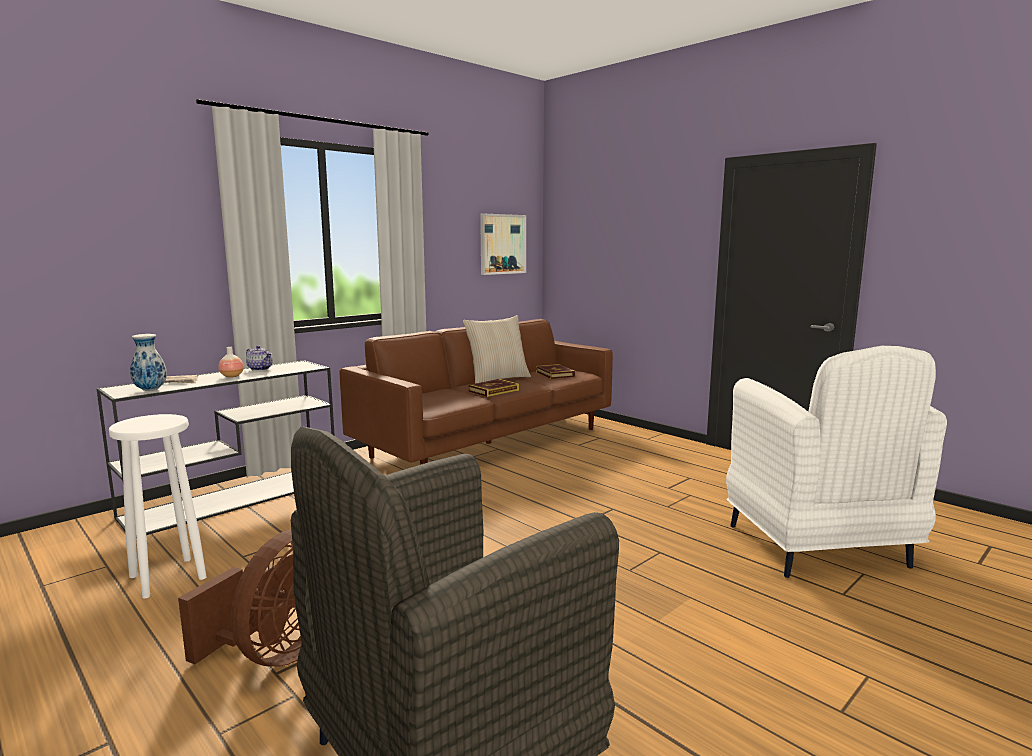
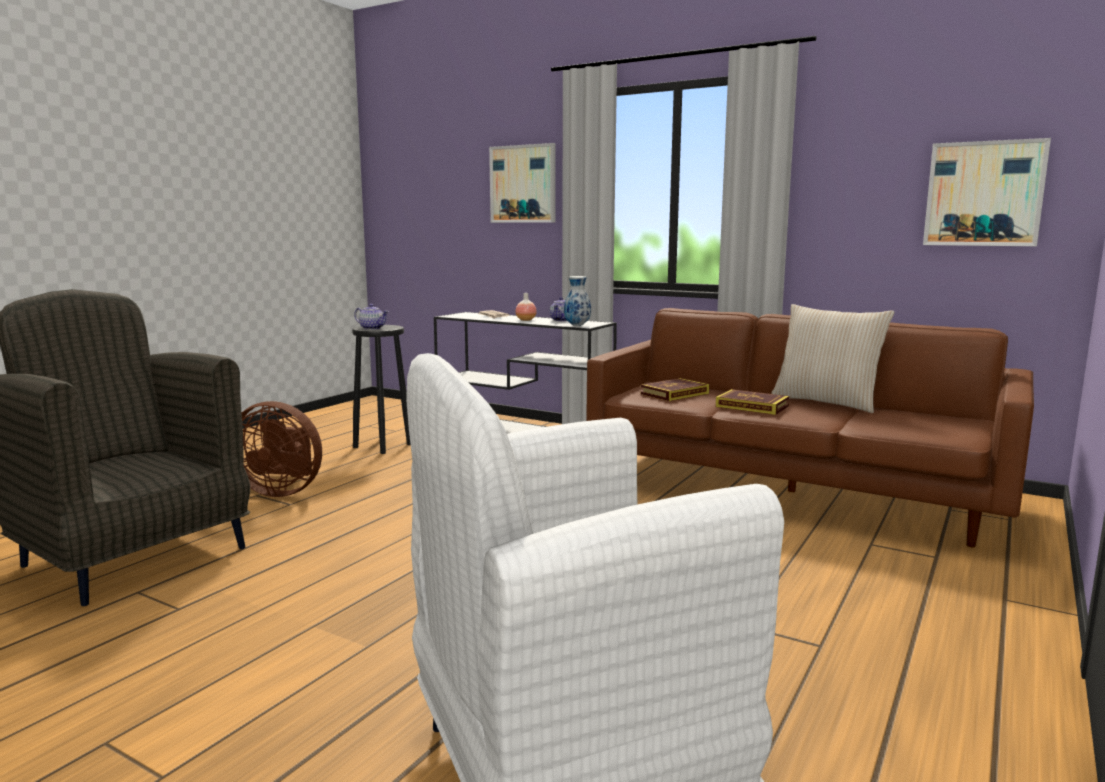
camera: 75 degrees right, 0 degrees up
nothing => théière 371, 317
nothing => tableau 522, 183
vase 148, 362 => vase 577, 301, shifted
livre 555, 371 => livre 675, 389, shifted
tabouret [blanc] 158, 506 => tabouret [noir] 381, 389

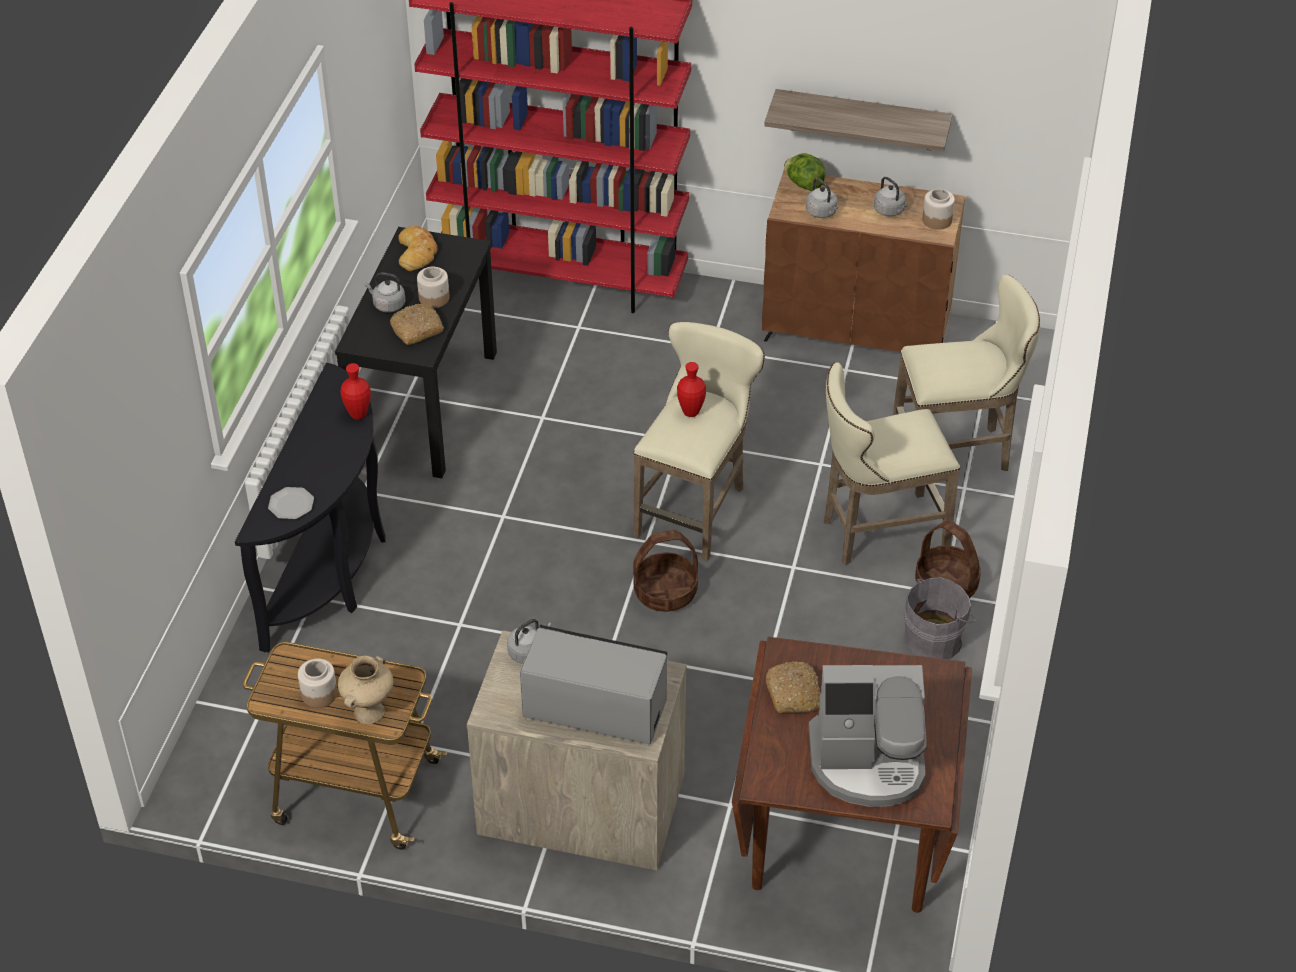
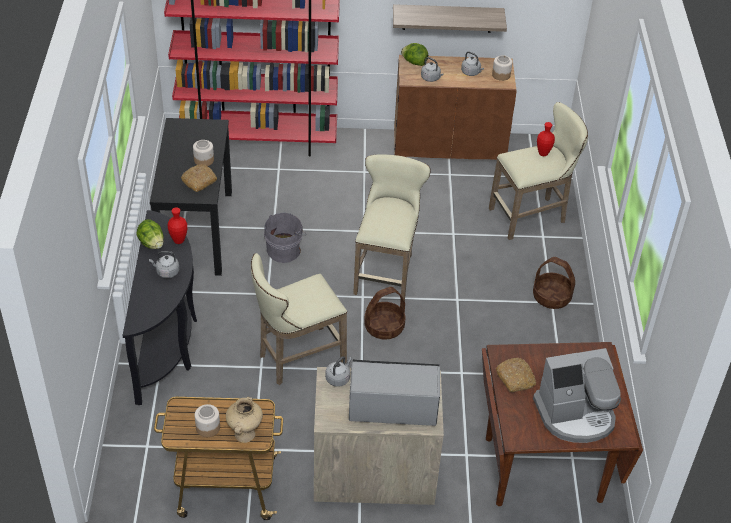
camera: 15 degrees left, 0 degrees up
assiette 291, 503 => nothing
pain 417, 248 => nothing
nothing => laitue 150, 234
bouilloire [gris] 385, 292 => bouilloire [gris] 164, 264, shifted
vase [rouge] 691, 389 => vase [rouge] 546, 139, shifted
tabouret [beige] 892, 463 => tabouret [beige] 299, 319, shifted
seau [gris] 940, 618 => seau [gris] 285, 238, shifted

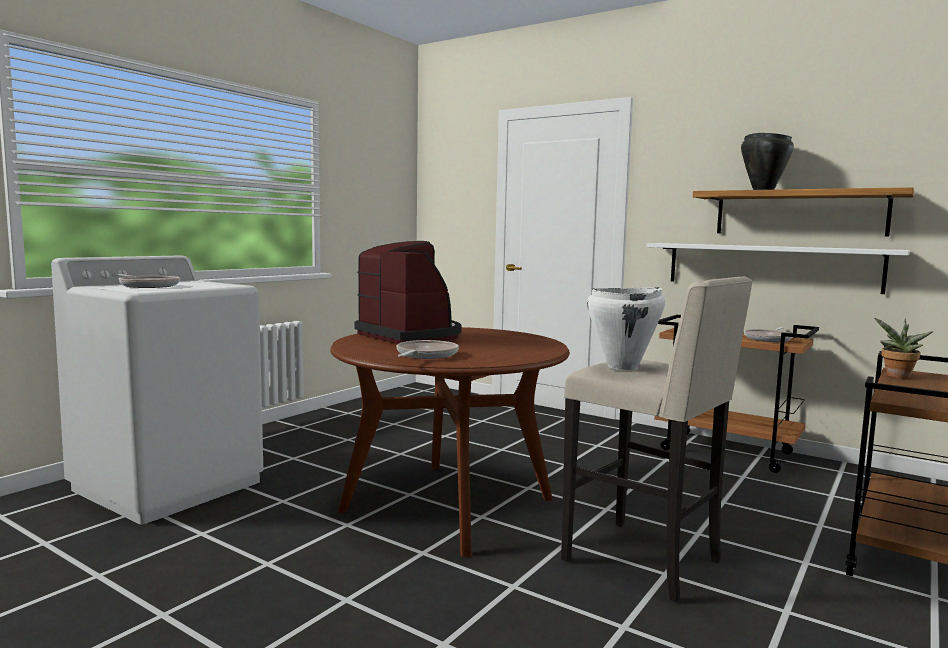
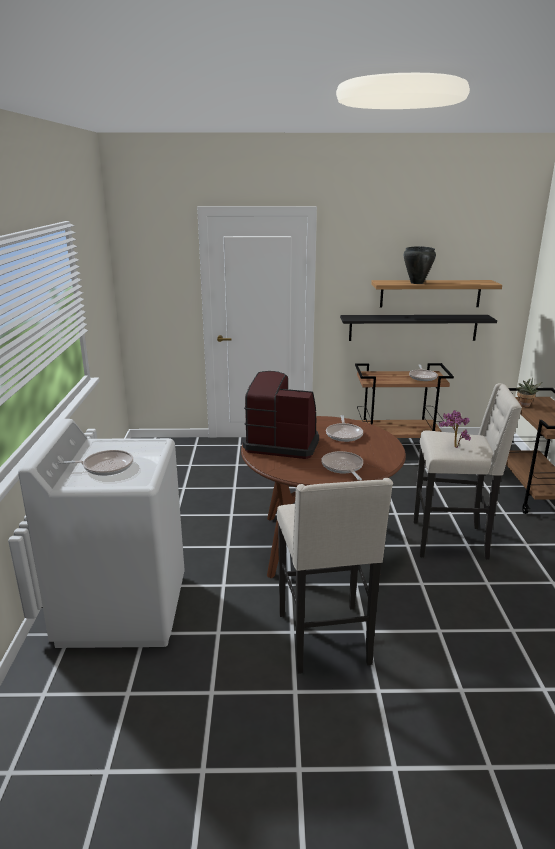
camera: 35 degrees left, 15 degrees up
nothing => tabouret [beige] 335, 576
nothing => poêle 344, 428
marmite [blanc] 626, 328 => plante en pot 455, 429
étagère [blanc] 778, 268 => étagère [noir] 418, 328

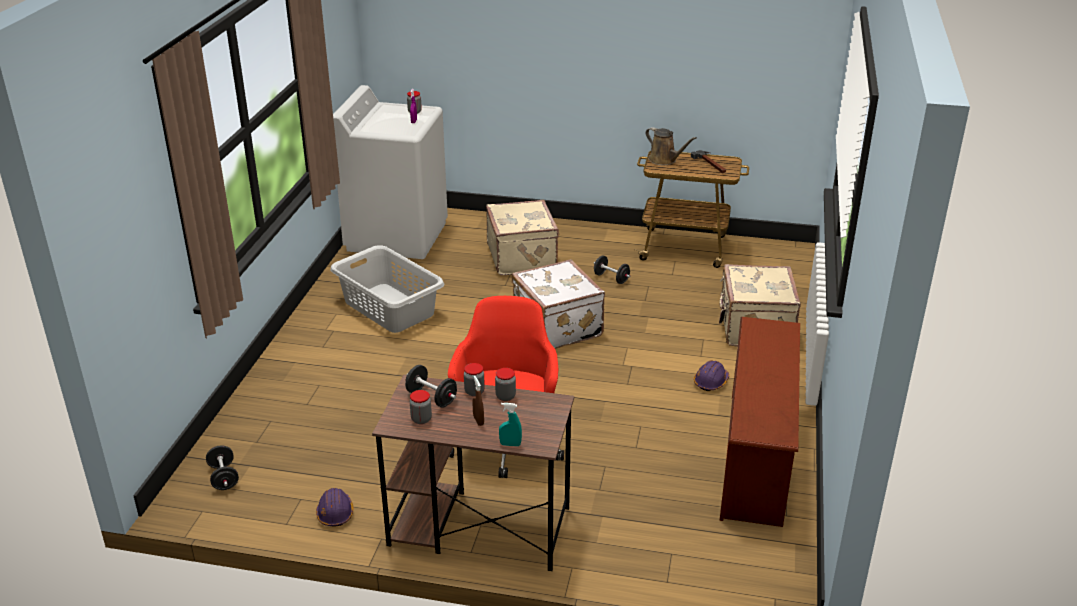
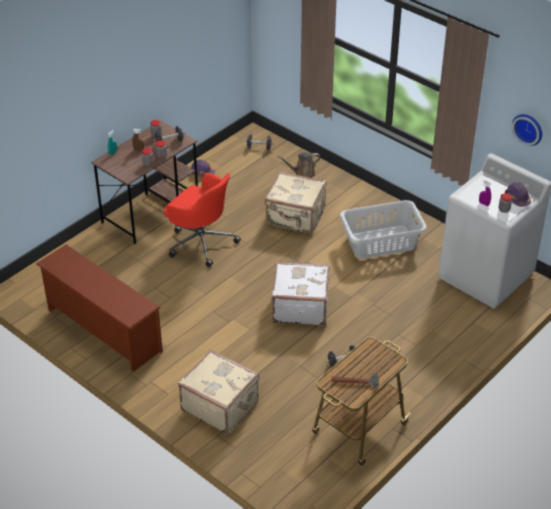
camera: 120 degrees right, 10 degrees up
nothing => horloge murale 527, 130
valise [beige] 522, 237 => valise [beige] 296, 202, shifted
arrosoir [marron] 671, 146 => arrosoir [marron] 299, 165, shifted
casque de chantier [violet] 711, 375 => casque de chantier [violet] 518, 195, shifted

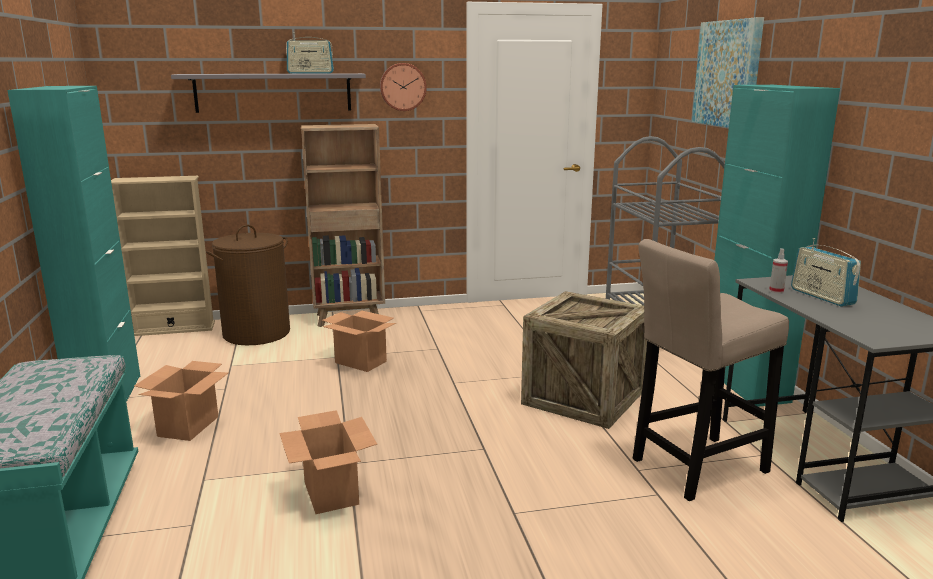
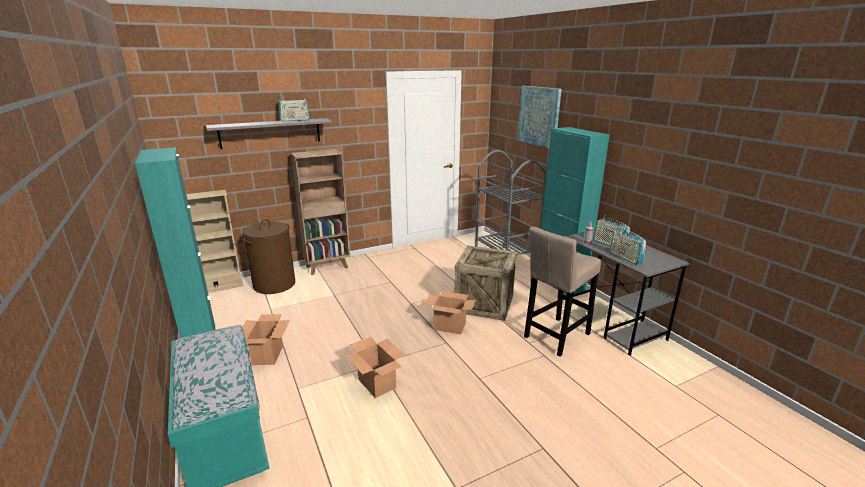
camera: 15 degrees left, 5 degrees up
horloge murale 403, 87 => nothing
nothing => radio 627, 245
carton 359, 341 => carton 450, 312, shifted

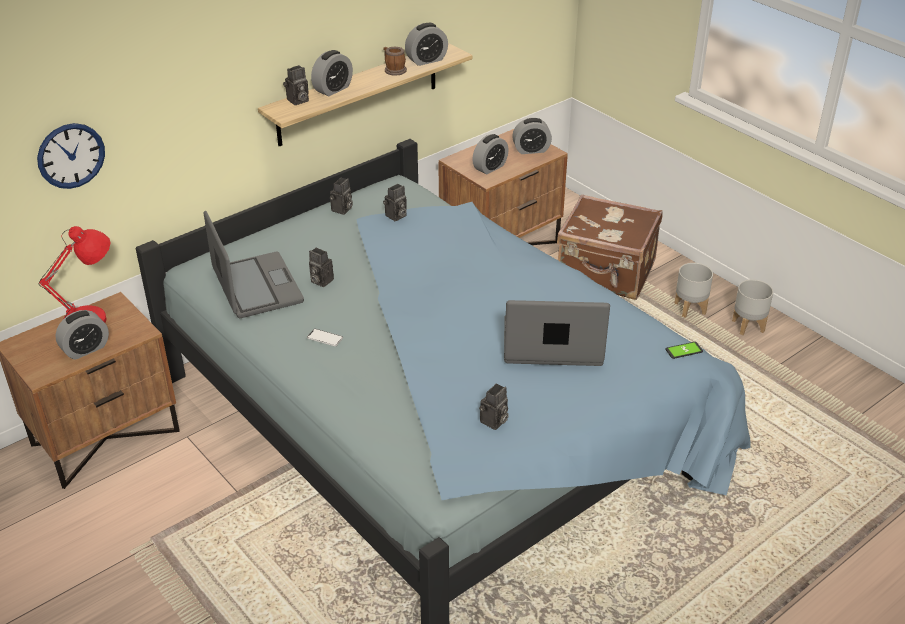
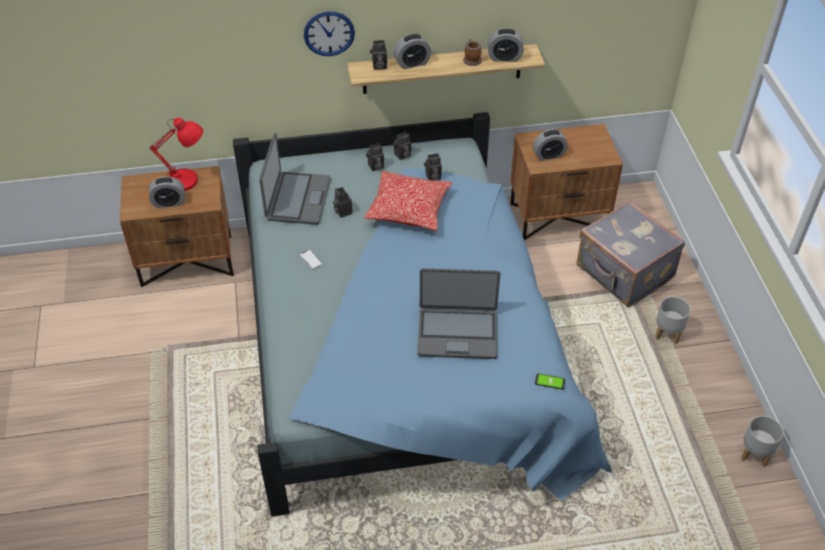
camera: 30 degrees right, 10 degrees up
réveil 532, 136 => nothing
nothing => coussin 408, 201
horloge murale 71, 156 => horloge murale 329, 34, shifted
appareil photo 494, 407 => appareil photo 375, 157, shifted
cache-pot [gris] 752, 307 => cache-pot [gris] 762, 441, shifted
valise [marron] 610, 247 => valise [gris] 630, 254
ordinateur portable 557, 333 => ordinateur portable 459, 313, 150 degrees clockwise

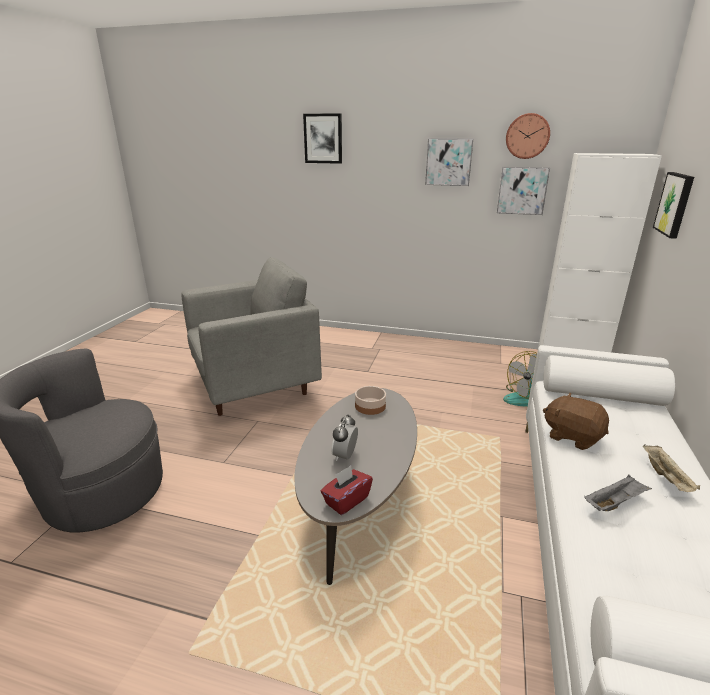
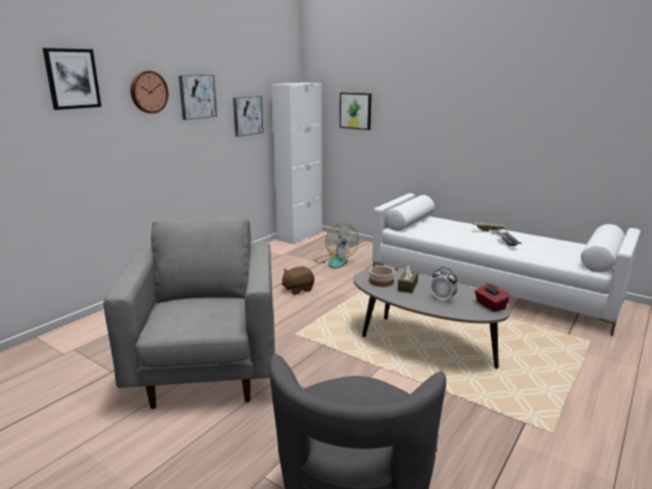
camera: 70 degrees left, 5 degrees down
nothing => boîte à mouchoirs [marron] 408, 279
horloge murale 528, 136 => horloge murale 149, 92, shifted
peluche [marron] 576, 421 => peluche [marron] 298, 280, shifted

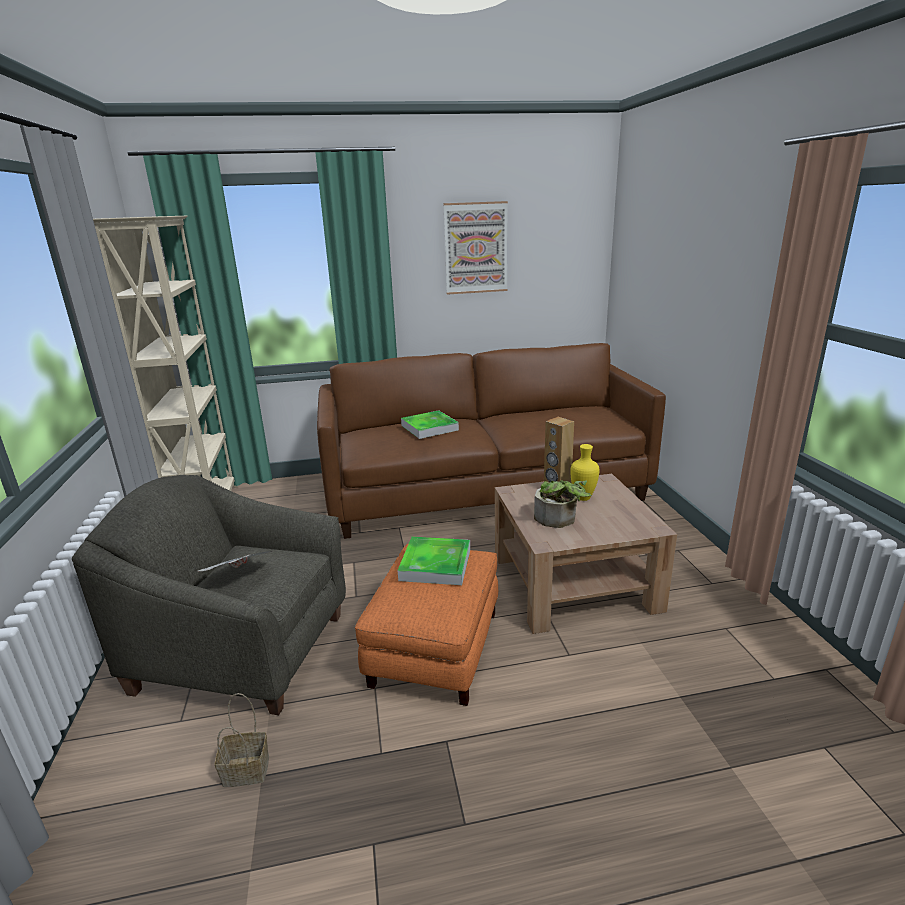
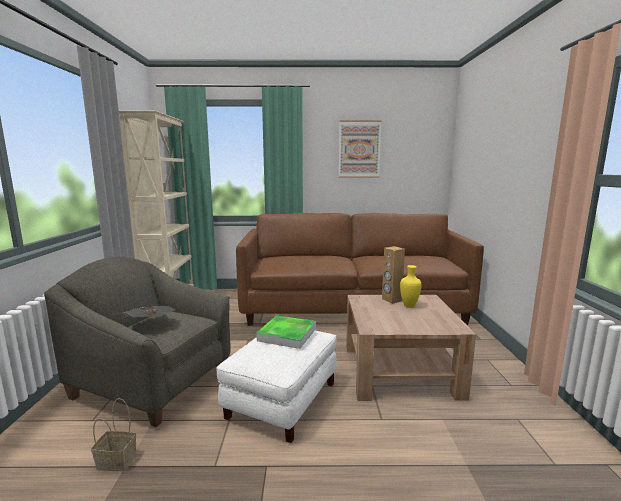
camera: 10 degrees right, 10 degrees down
plateau 430, 424 => nothing
plante en pot 563, 504 => nothing
pouf [orange] 426, 624 => pouf [blanc] 276, 387

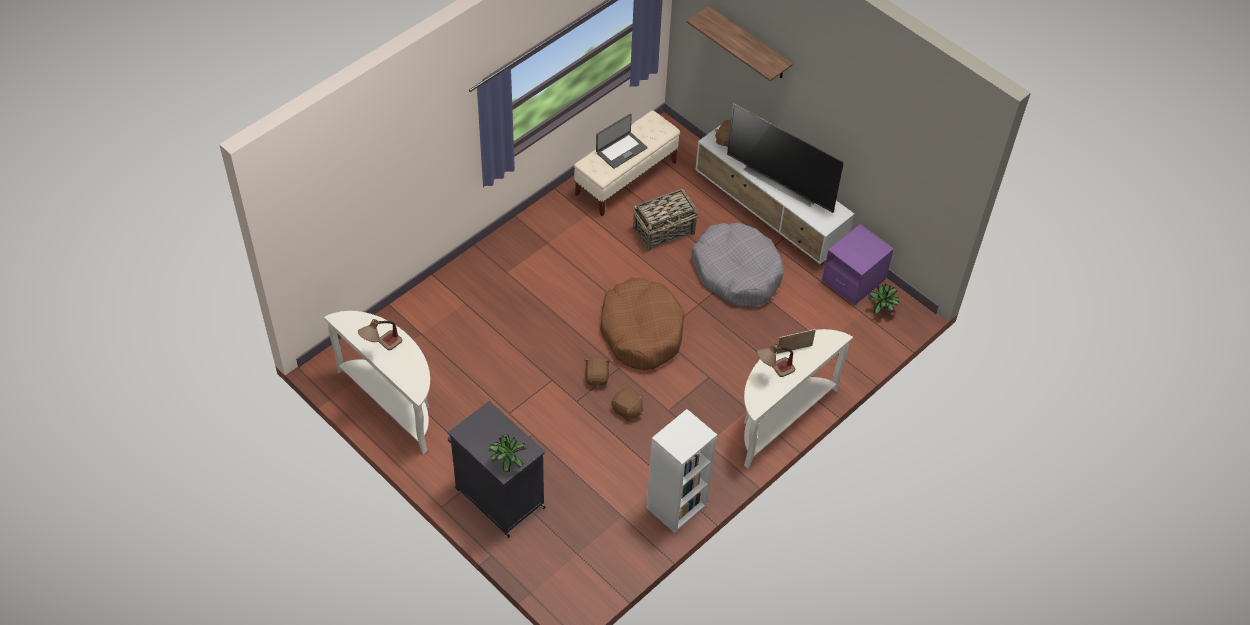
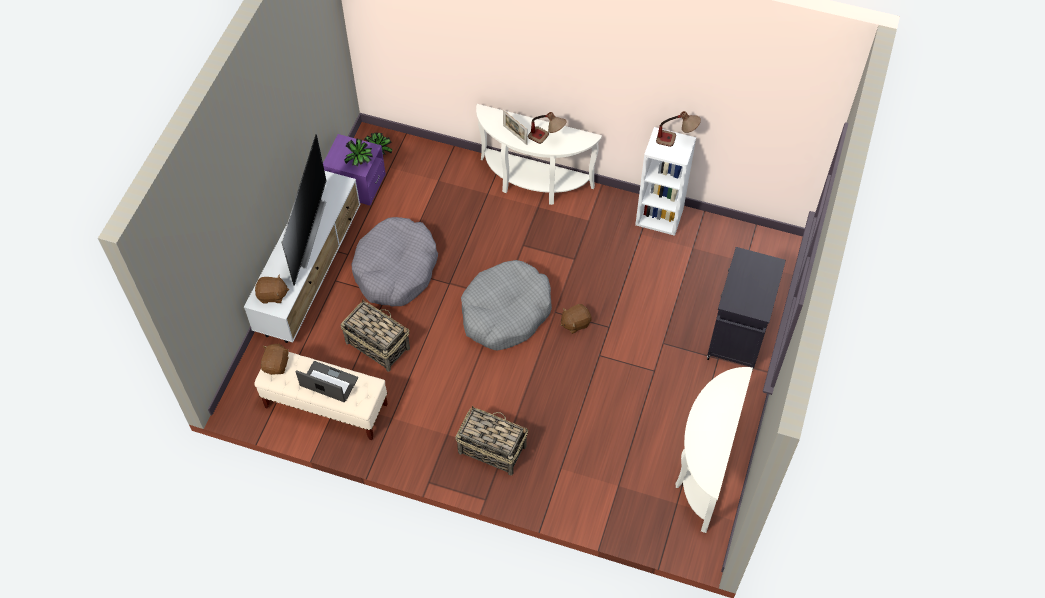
camera: 115 degrees left, 5 degrees up
étagère 739, 43 => nothing
nothing => panier 491, 441
lampe de table 380, 334 => lampe de table 678, 129, shifted
plante en pot 508, 453 => plante en pot 359, 152, shifted
peluche [marron] 627, 405 => peluche [marron] 275, 359, shifted
panier pour chien [marron] 642, 323 => panier pour chien [gris] 506, 305

